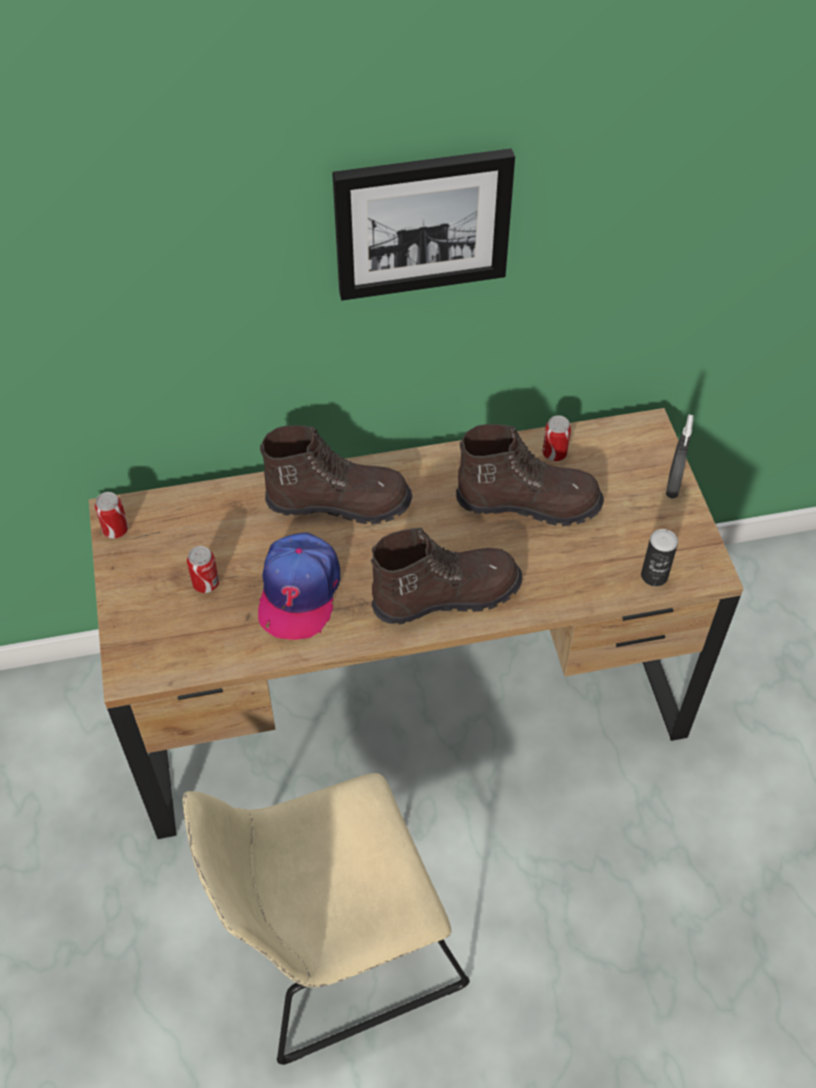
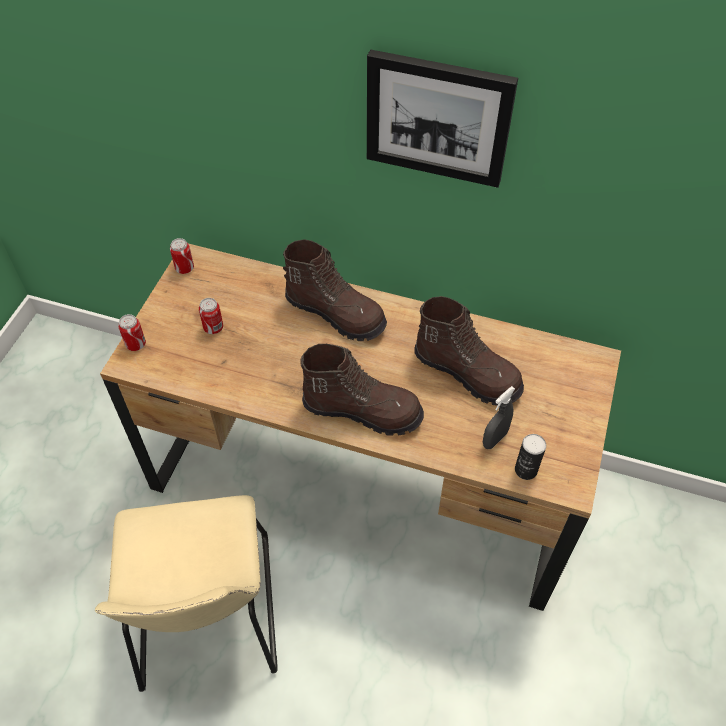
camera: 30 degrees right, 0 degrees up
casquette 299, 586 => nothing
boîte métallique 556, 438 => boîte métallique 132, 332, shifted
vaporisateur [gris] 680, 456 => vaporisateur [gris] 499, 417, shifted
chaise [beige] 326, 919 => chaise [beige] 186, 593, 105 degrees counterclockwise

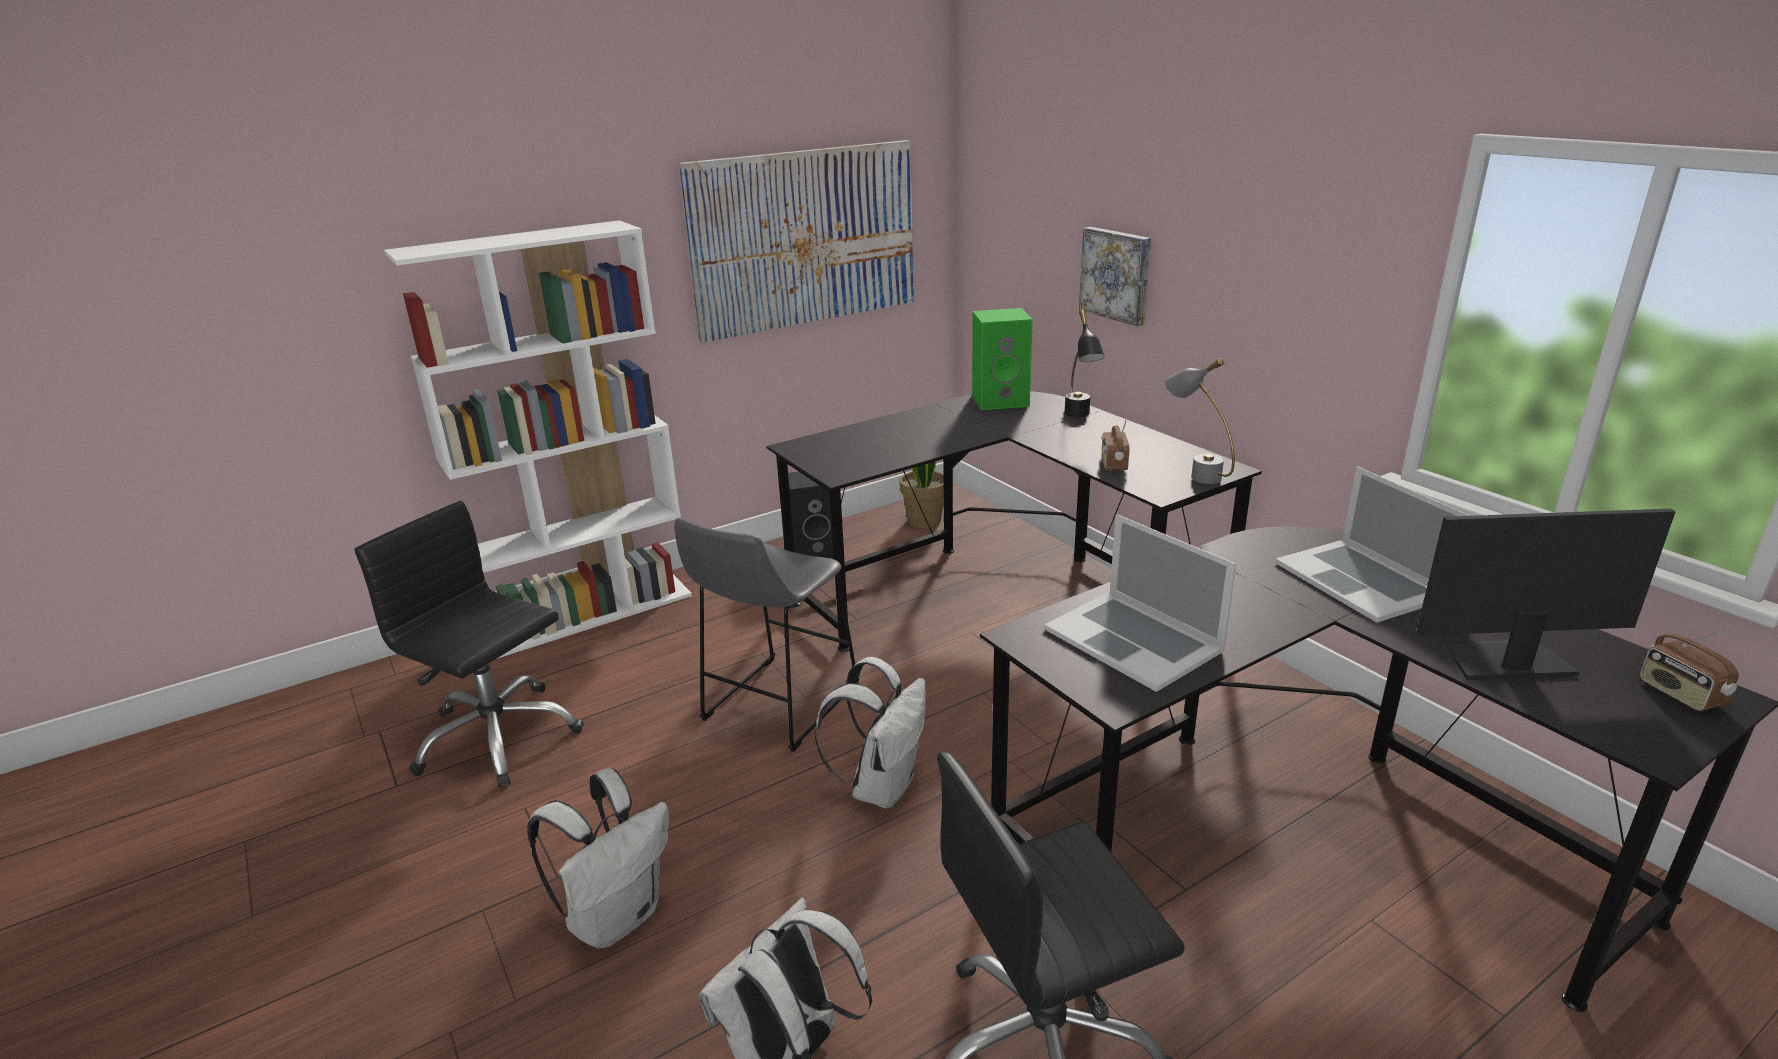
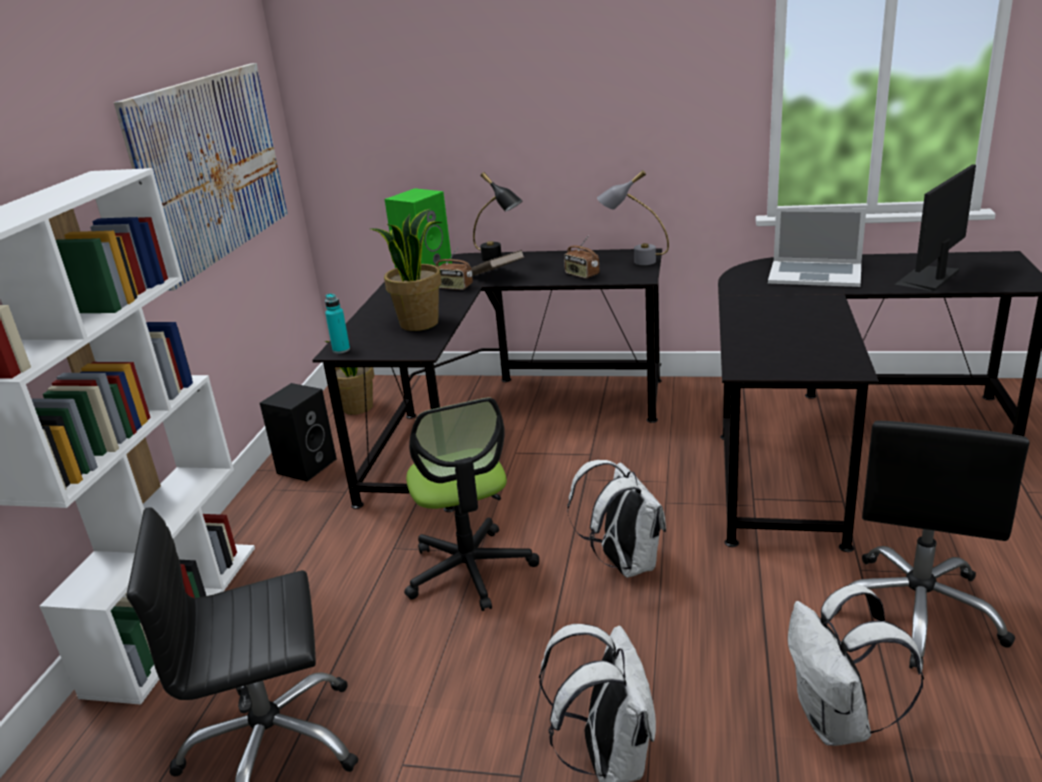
camera: 45 degrees left, 0 degrees up
ordinateur portable 1140, 603 => nothing
tableau 1115, 276 => nothing
nothing => bouteille [turquoise] 337, 323
nothing => plante en pot 407, 270
nothing => livre [marron] 498, 263
radio 1689, 670 => radio 454, 268, shifted
tabouret [gris] 766, 635 => chaise de bureau 471, 504

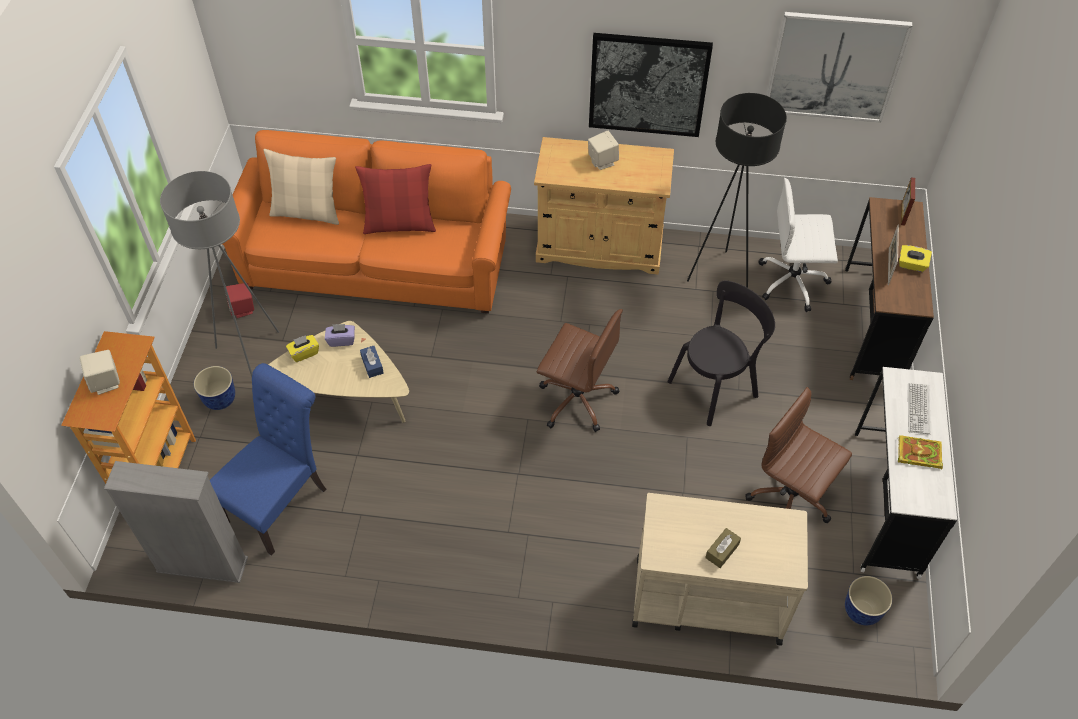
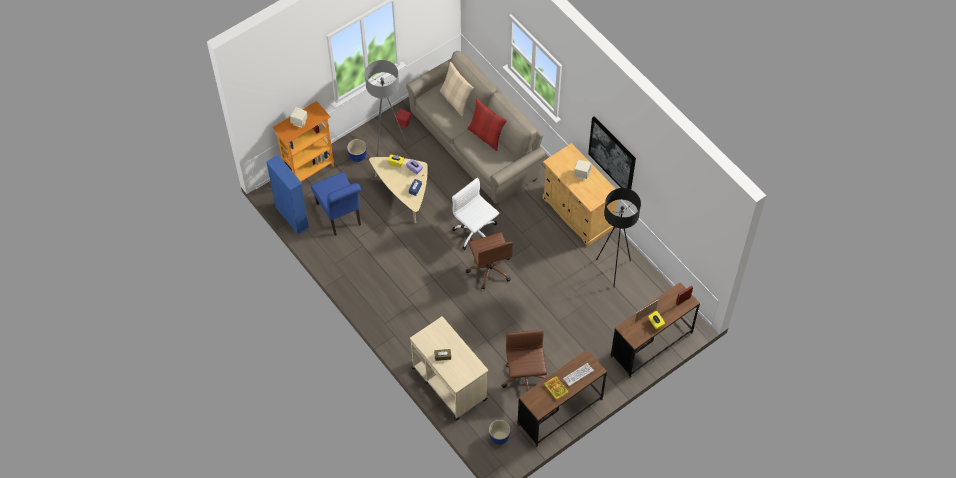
camera: 45 degrees right, 5 degrees up
chaise [noir] 721, 353 => nothing
tableau 839, 67 => nothing
chaise de bureau [blanc] 798, 245 => chaise de bureau [blanc] 475, 213, shifted
bibliothèque [gris] 176, 522 => bibliothèque [bleu] 288, 195
canapé [orange] 366, 222 => canapé [beige] 475, 128
bureau [blanc] 906, 473 => bureau [marron] 562, 398
chaise [bleu] 268, 459 => chaise [bleu] 336, 204, 75 degrees clockwise

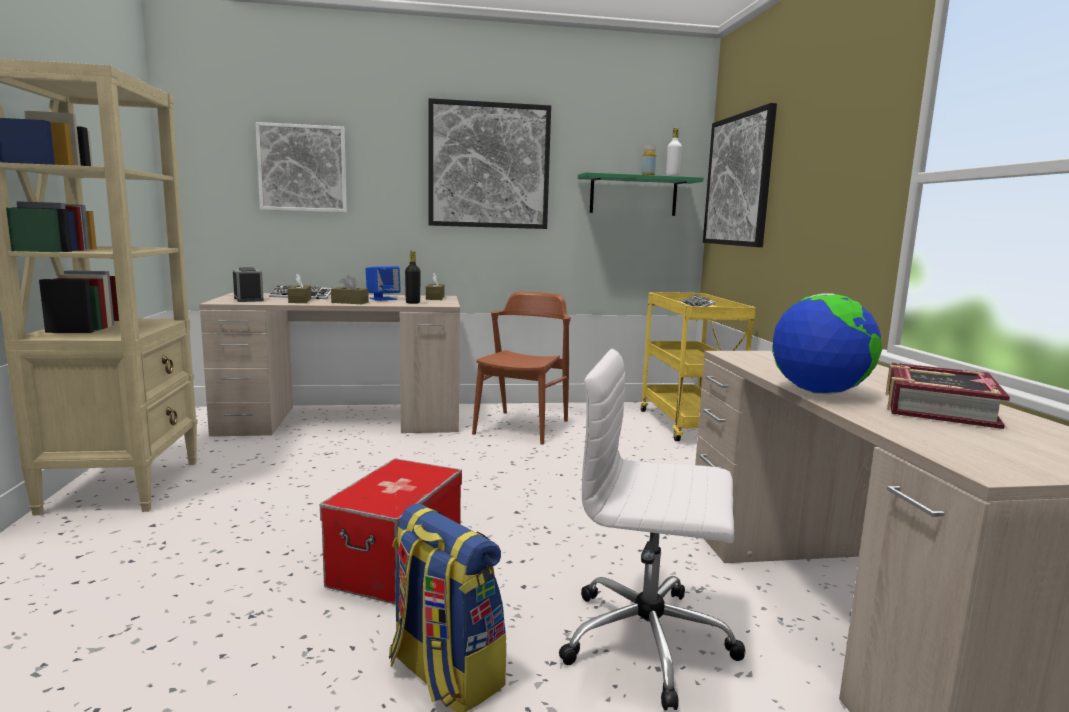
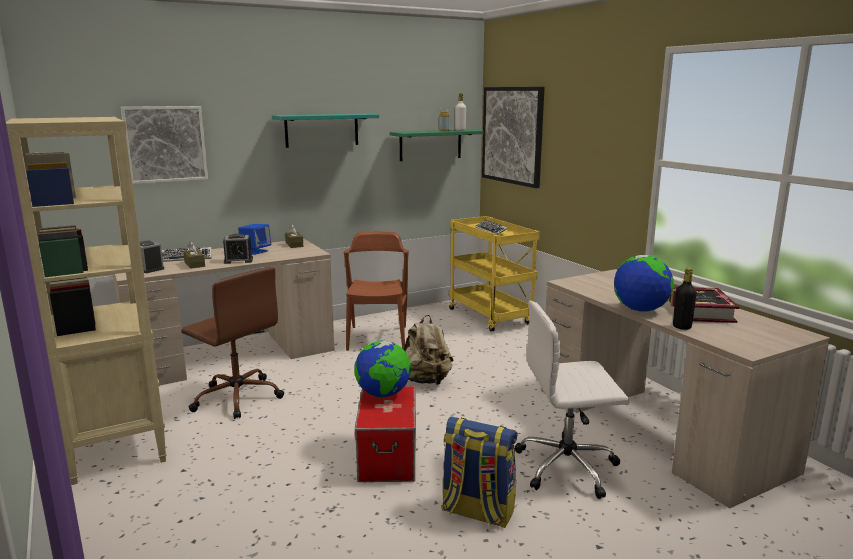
camera: 20 degrees left, 5 degrees up
nothing => chaise de bureau [marron] 232, 343
nothing => globe 382, 369
nothing => sac à dos [beige] 428, 350
bouteille [noir] 413, 277 => bouteille [noir] 685, 299, shifted
boîte à mouchoirs [marron] 350, 289 => réveil 238, 249
tableau 489, 163 => étagère [turquoise] 325, 131

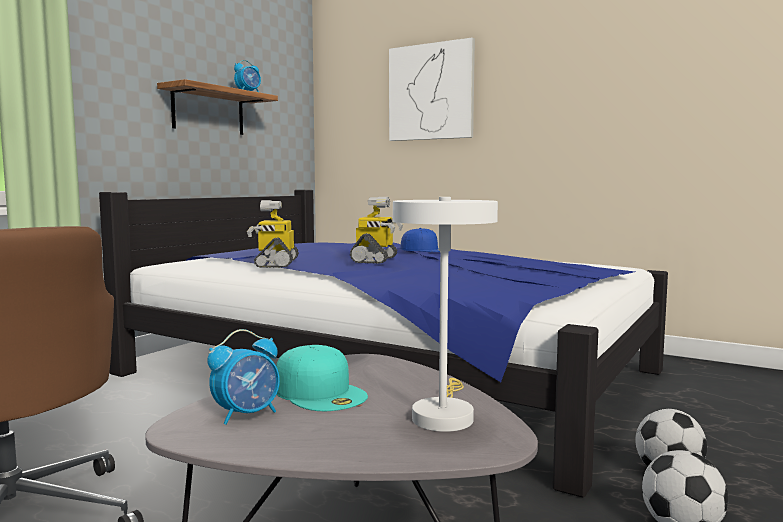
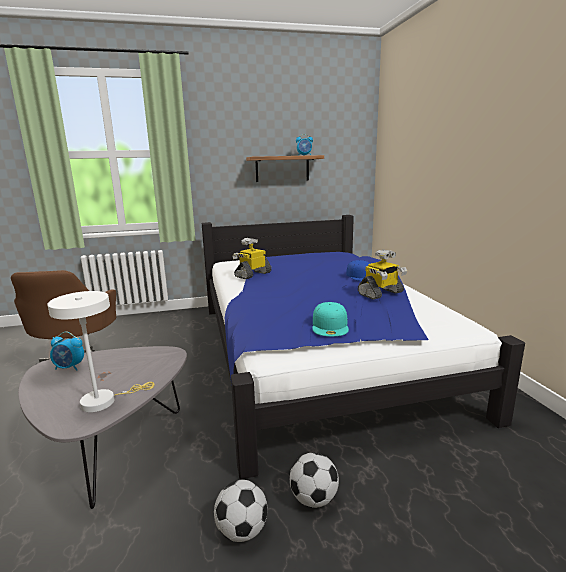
camera: 45 degrees right, 10 degrees up
tableau 432, 89 => nothing
casquette [turquoise] 322, 378 => casquette [turquoise] 330, 319, shifted
robot jouet 376, 230 => robot jouet 382, 274, shifted

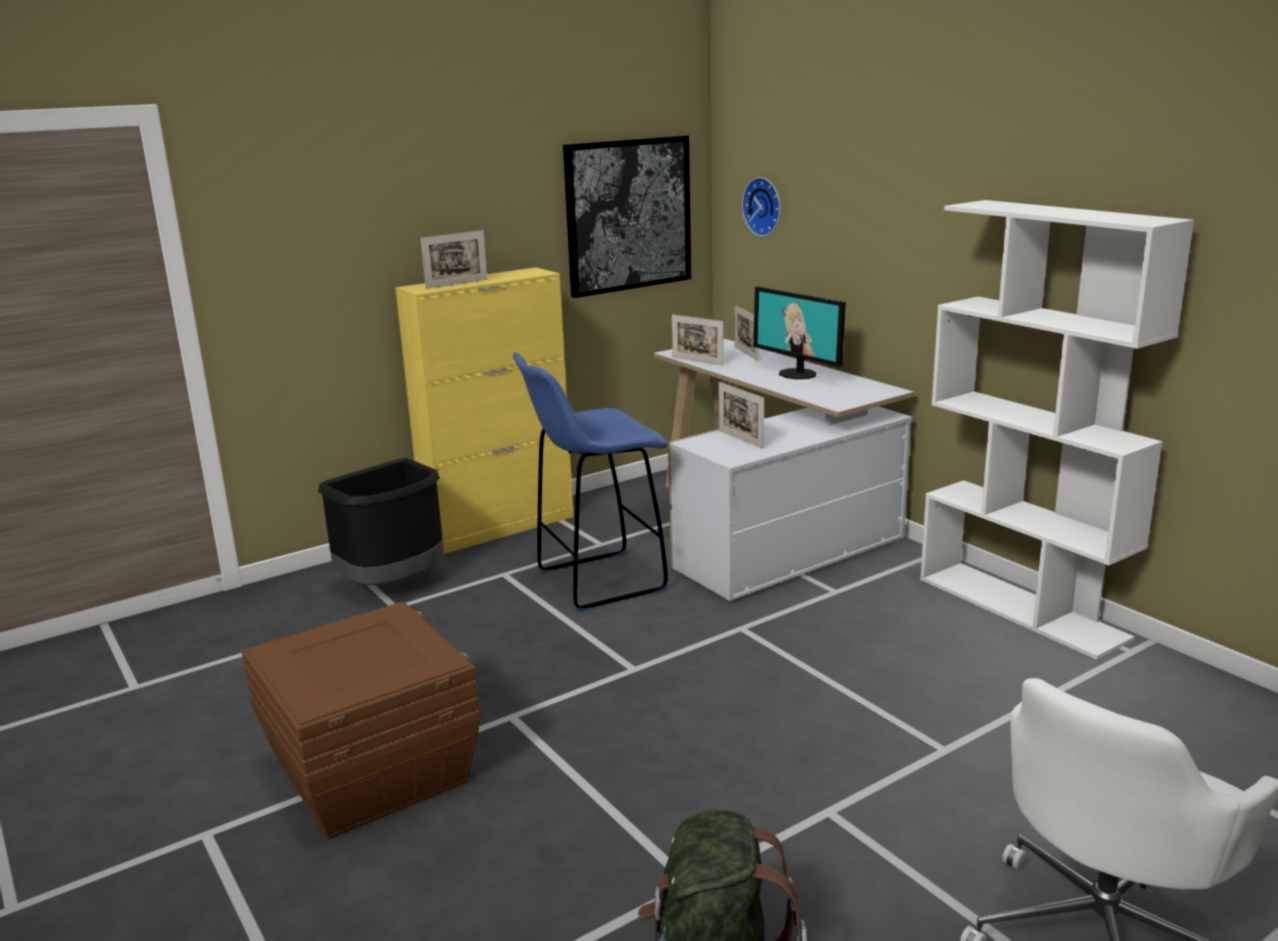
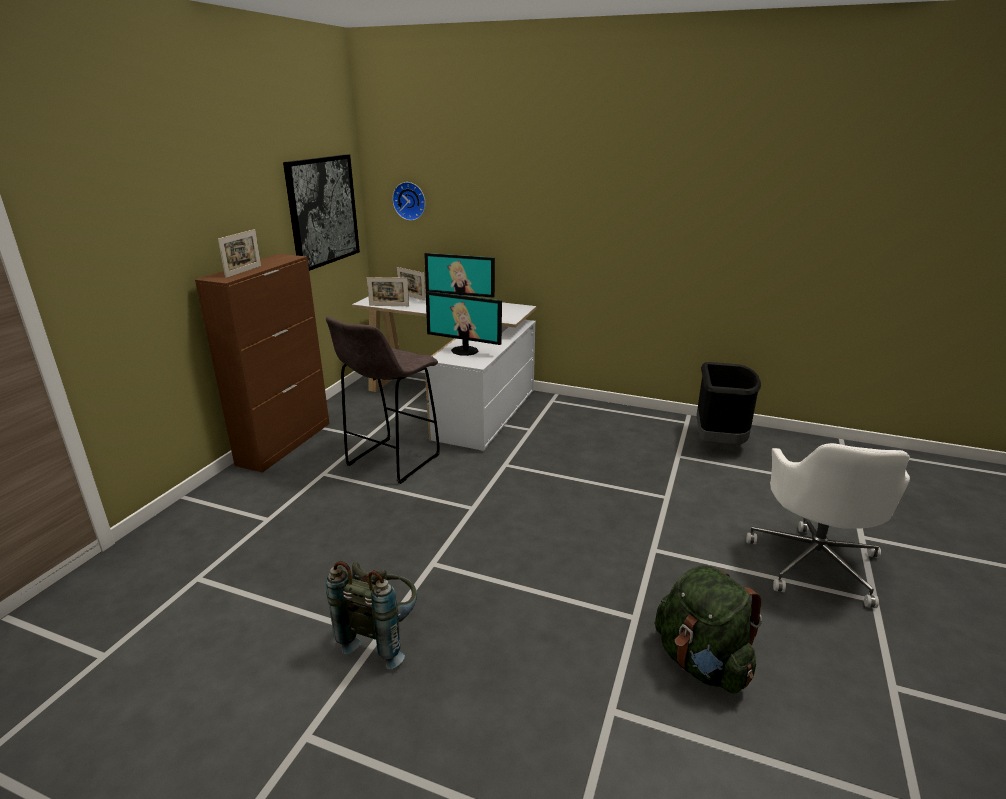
camera: 35 degrees left, 5 degrees up
bibliothèque [blanc] 1057, 430 => nothing
poubelle [noir] 381, 521 => poubelle [noir] 729, 403, shifted
boîte de rangement [marron] 361, 720 => sac à dos [gris] 371, 615
cadre photo 741, 415 => écran d'ordinateur 464, 323
meuble de rangement [jaune] 484, 410 => meuble de rangement [marron] 262, 363
tabouret [bleu] 590, 482 => tabouret [gris] 383, 400

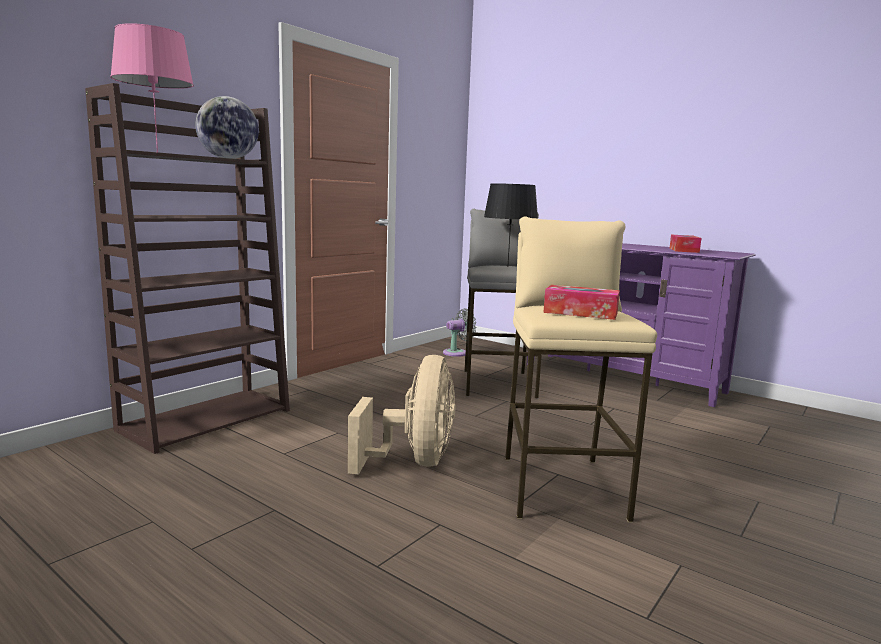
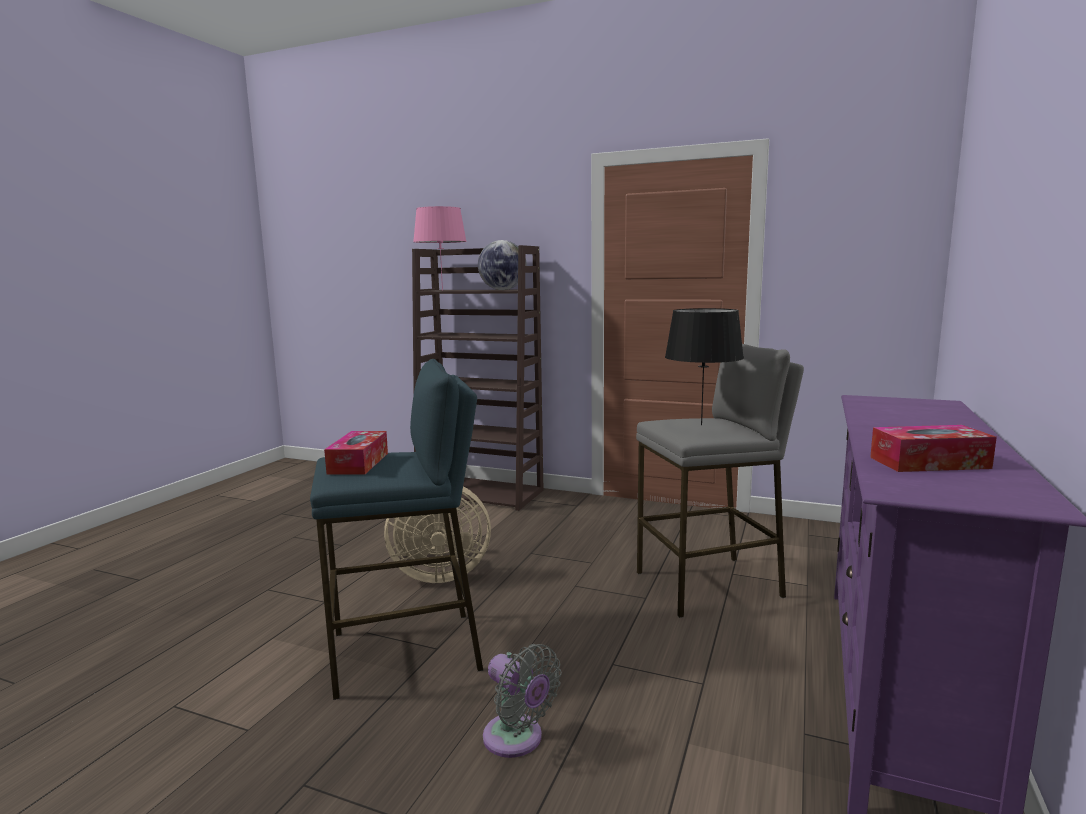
camera: 75 degrees right, 0 degrees up
ventilateur [gris] 459, 332 => ventilateur [gris] 522, 701, shifted
tabouret [beige] 581, 369 => tabouret [bleu] 396, 529

